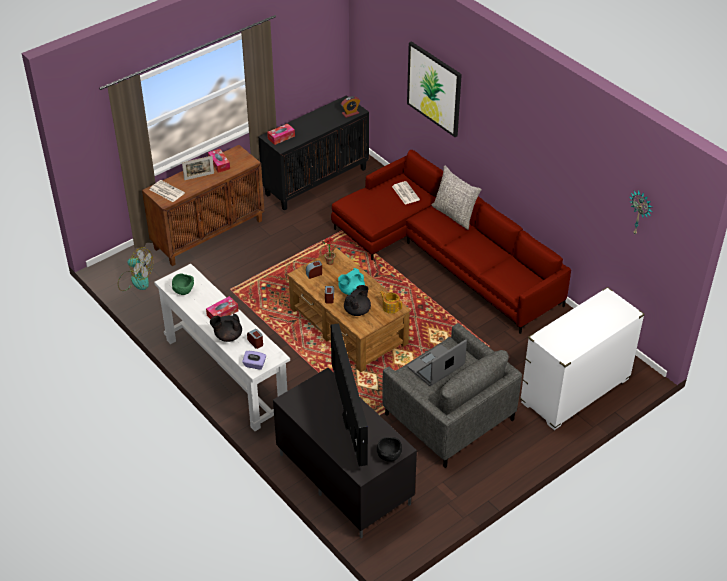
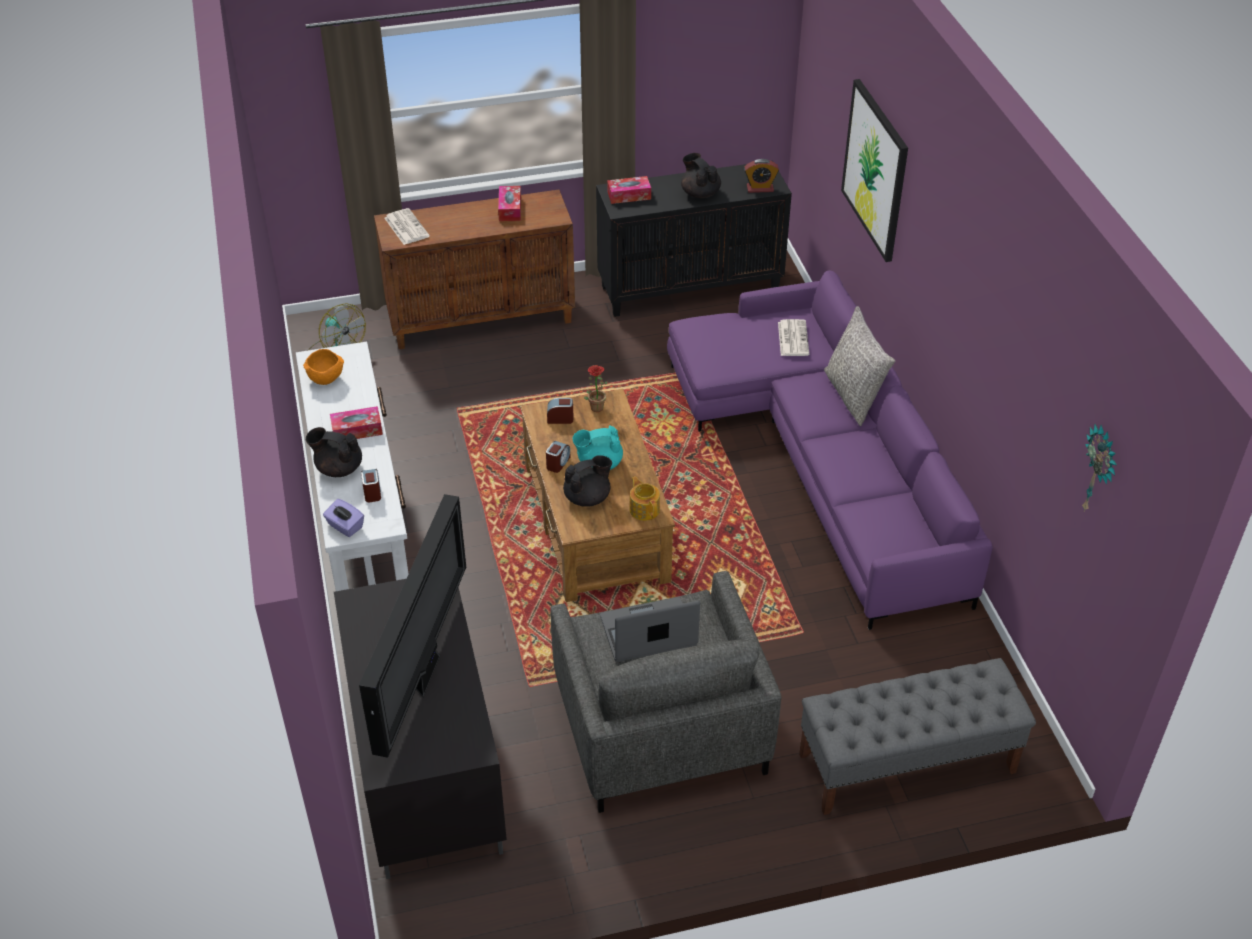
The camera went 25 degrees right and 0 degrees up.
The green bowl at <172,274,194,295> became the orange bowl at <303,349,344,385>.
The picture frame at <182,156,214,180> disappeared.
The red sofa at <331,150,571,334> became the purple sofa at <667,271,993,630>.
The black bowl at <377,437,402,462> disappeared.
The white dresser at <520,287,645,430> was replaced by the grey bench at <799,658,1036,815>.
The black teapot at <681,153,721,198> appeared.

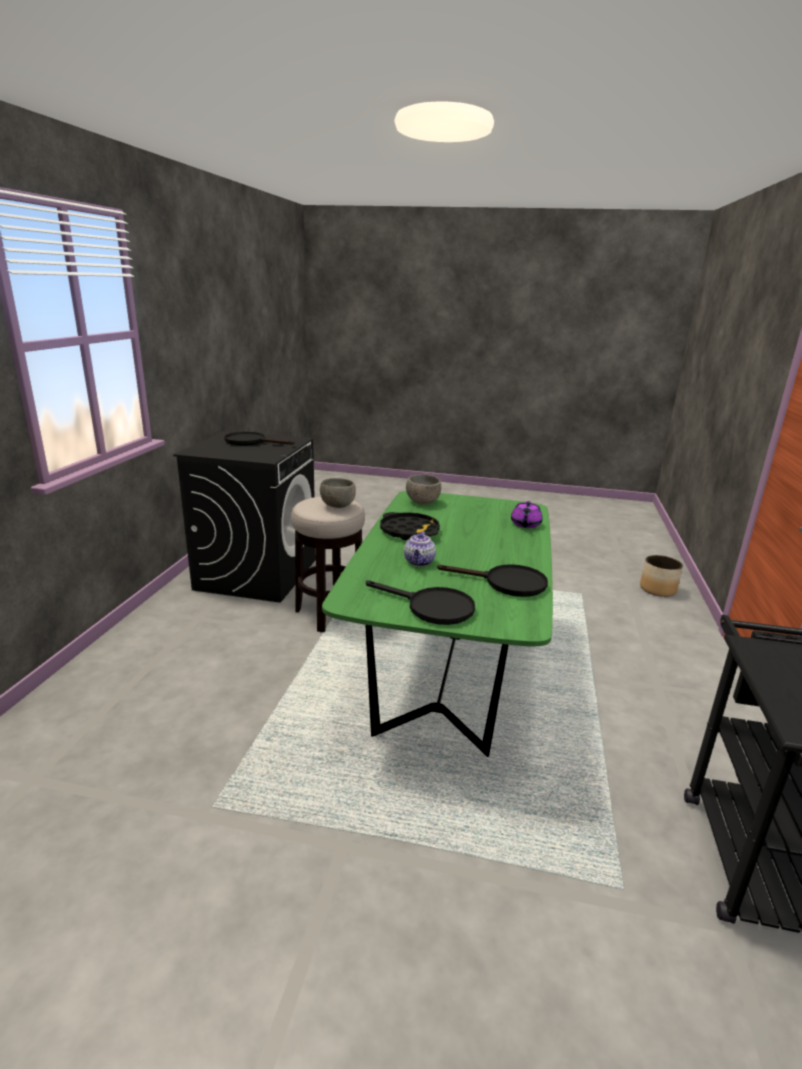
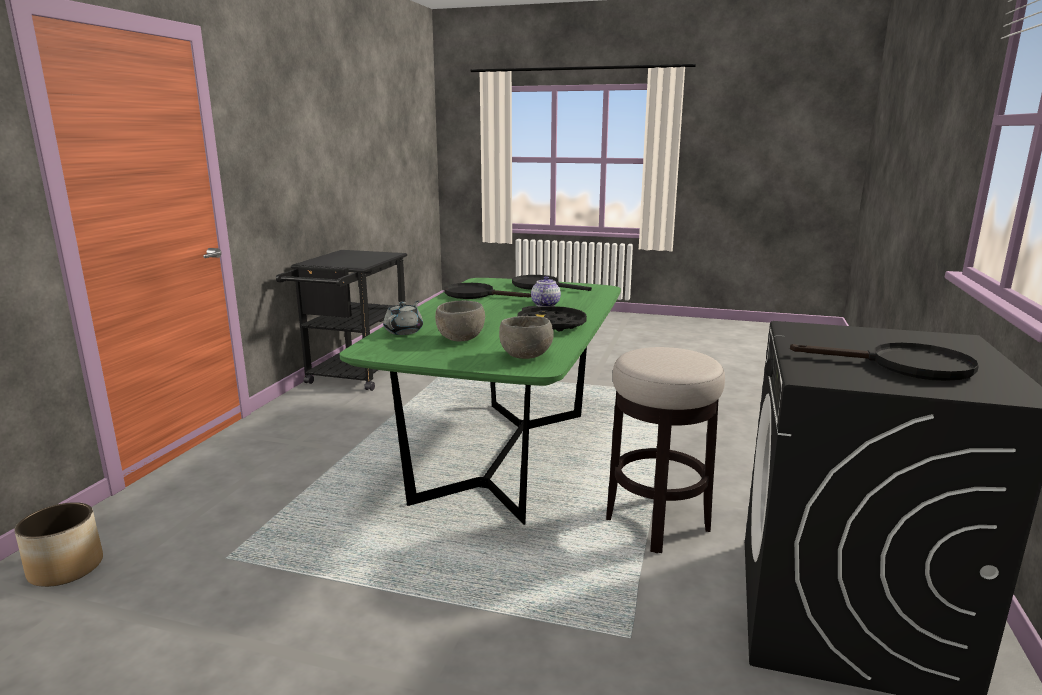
The camera went 175 degrees left and 5 degrees down.
The grey bowl moved from <320,478,356,508> to <435,301,485,341>.
The purple teapot at <511,501,543,528> became the grey teapot at <383,301,423,335>.

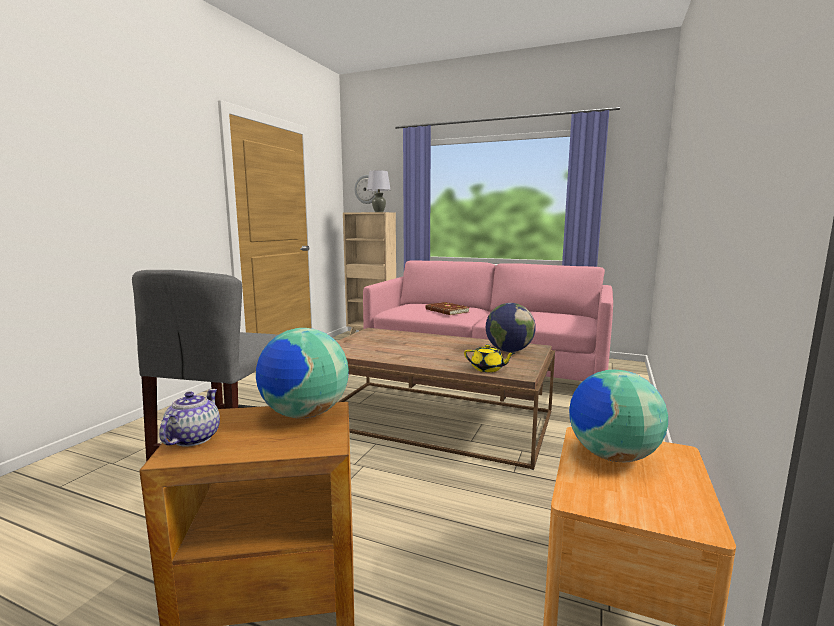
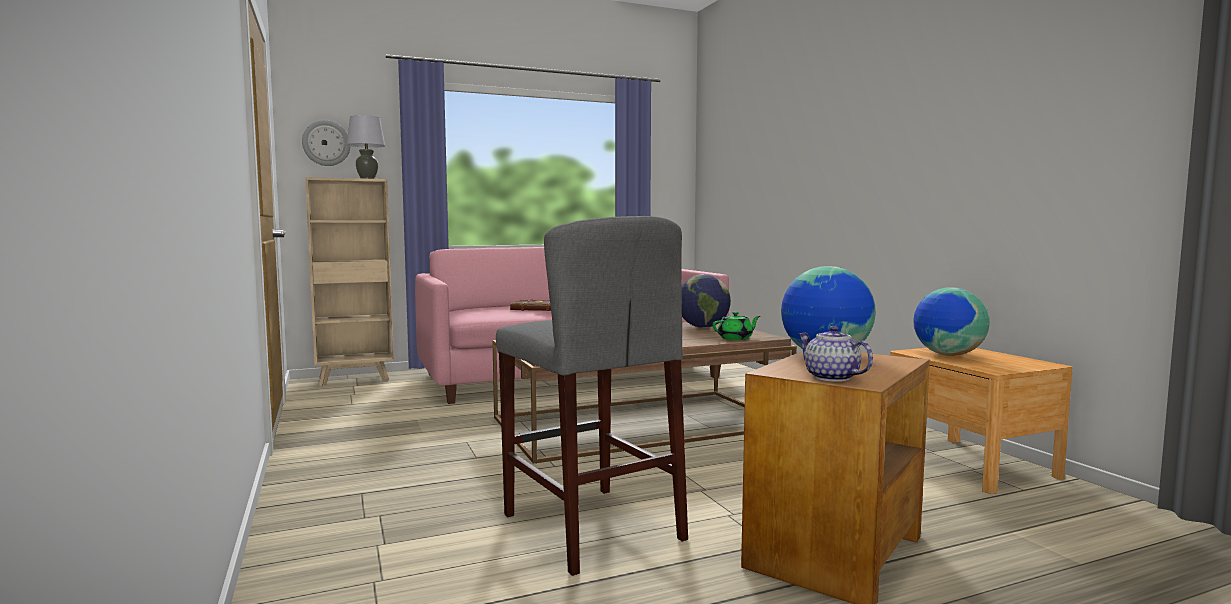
The camera went 45 degrees left and 5 degrees down.
The yellow teapot at <464,344,515,372> became the green teapot at <713,312,760,340>.

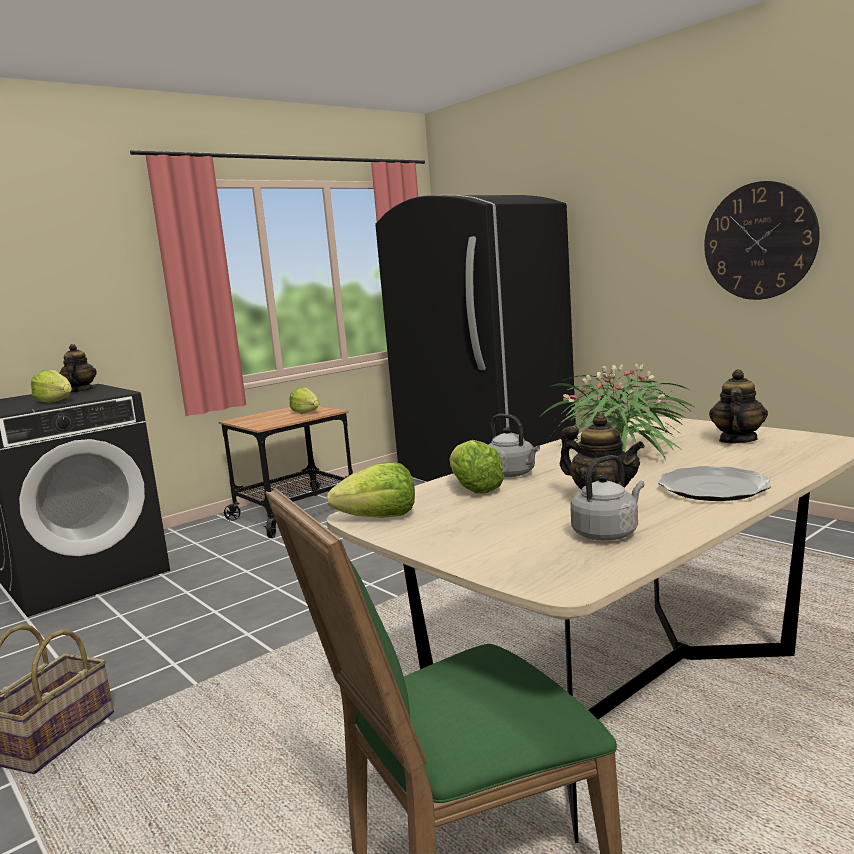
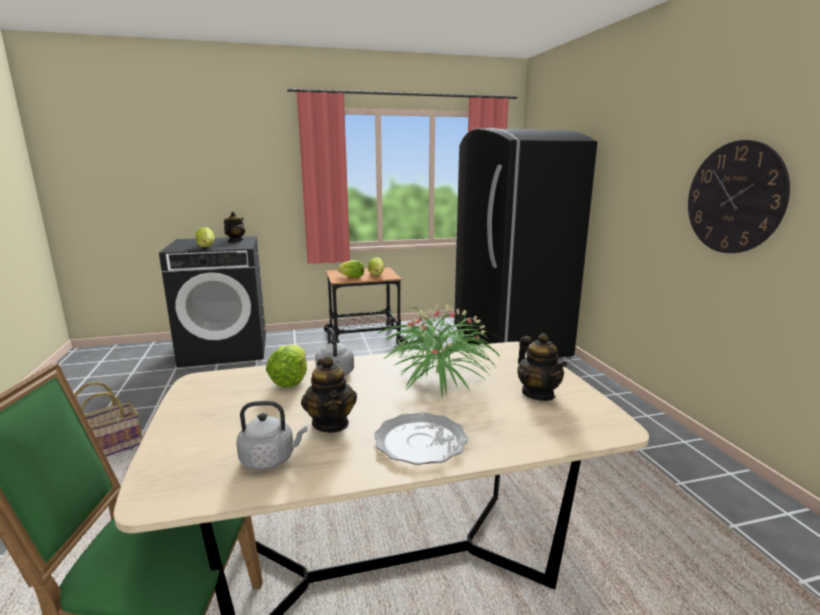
The camera went 25 degrees right and 5 degrees up.
The lettuce moved from <327,462,415,518> to <337,260,364,278>.
The teapot at <709,369,768,444> turned 105 degrees clockwise.

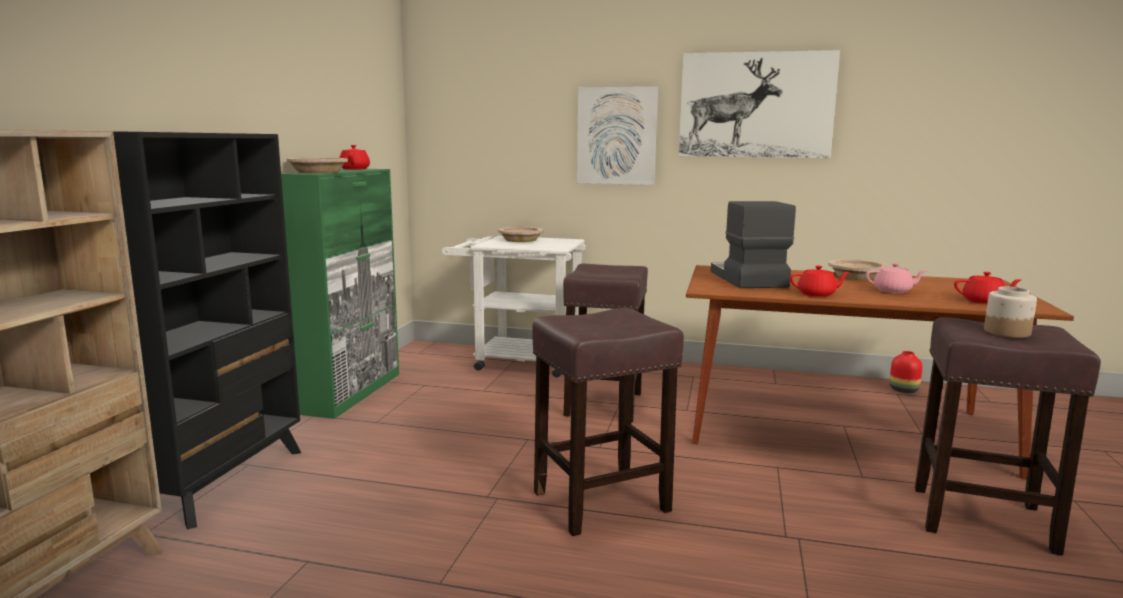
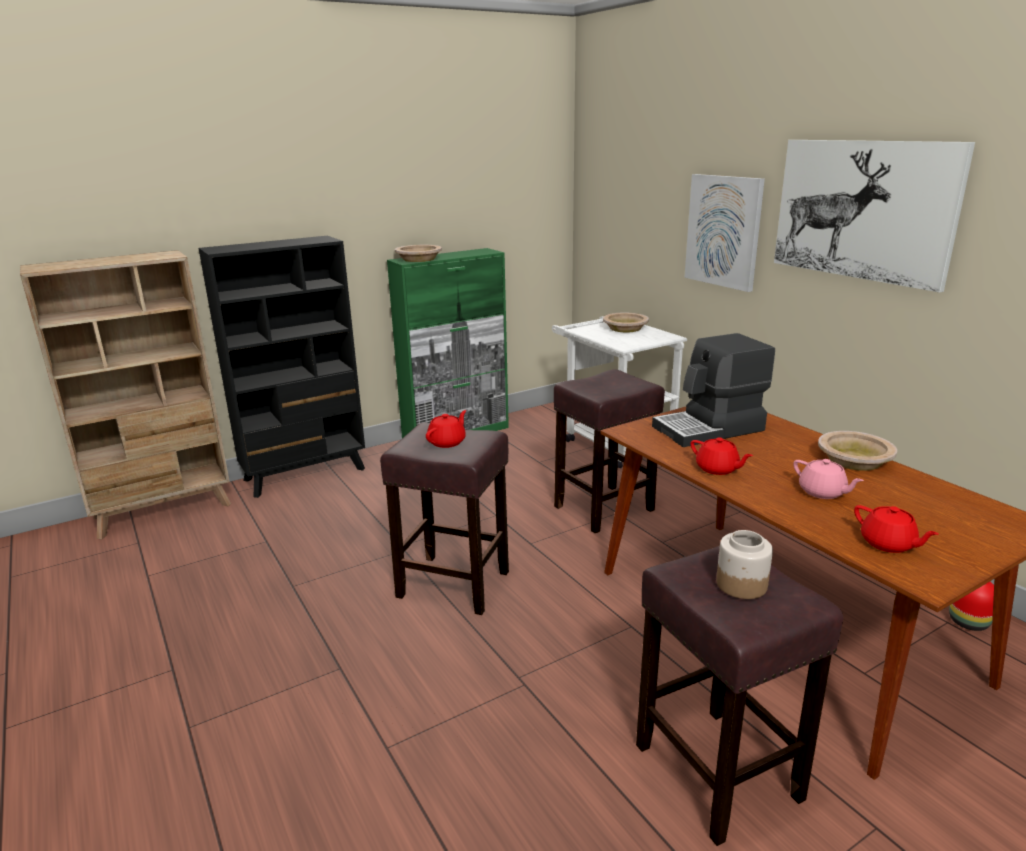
The camera went 45 degrees right and 10 degrees up.
The red teapot moved from <339,145,370,170> to <426,410,466,448>.
The coffee machine at <711,201,796,288> turned 150 degrees counterclockwise.

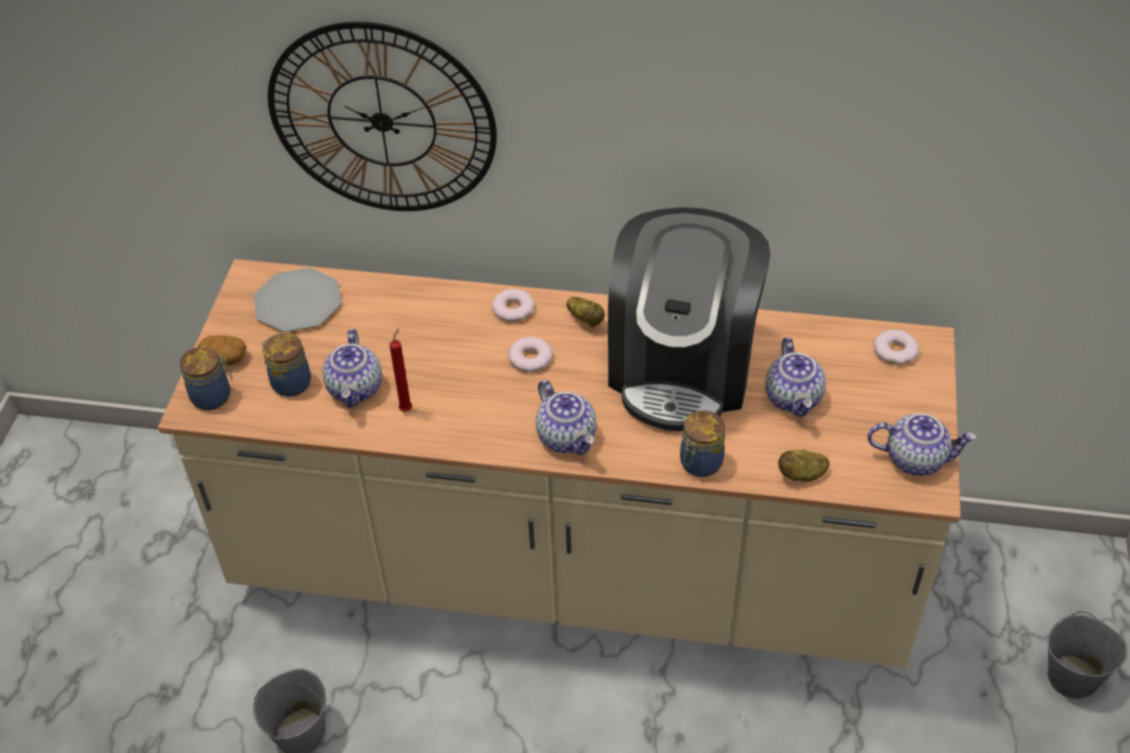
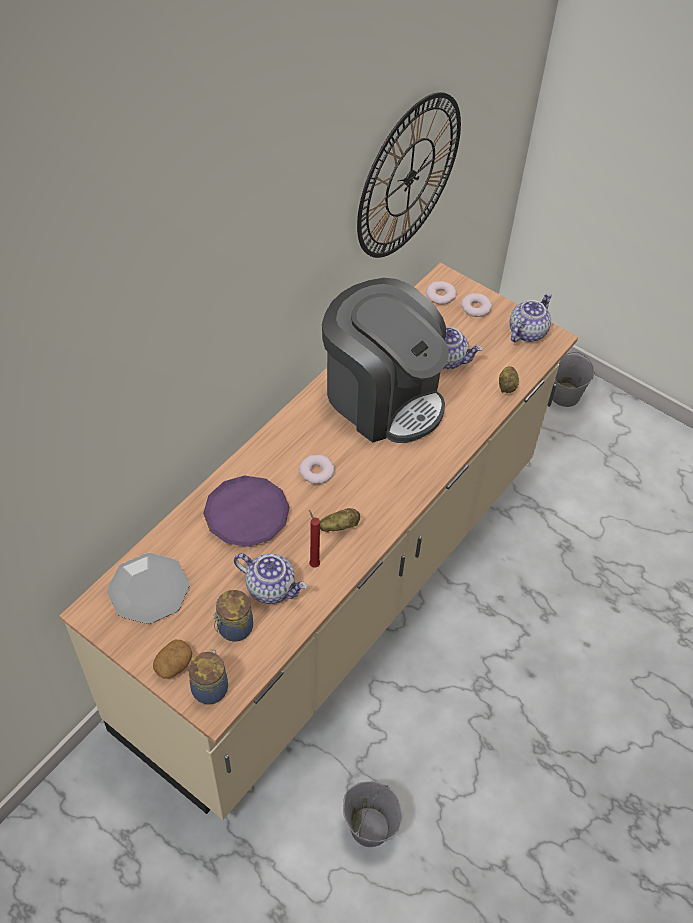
The camera went 65 degrees left and 5 degrees up.
The wall clock moved from <268,21,497,211> to <357,92,461,258>.
The donut moved from <492,289,535,322> to <461,293,492,317>.
The teapot at <536,380,597,455> disappeared.
The potato moved from <566,297,605,328> to <320,508,360,532>.
The jar at <680,410,725,477> disappeared.
The purple plate at <203,475,290,547> appeared.

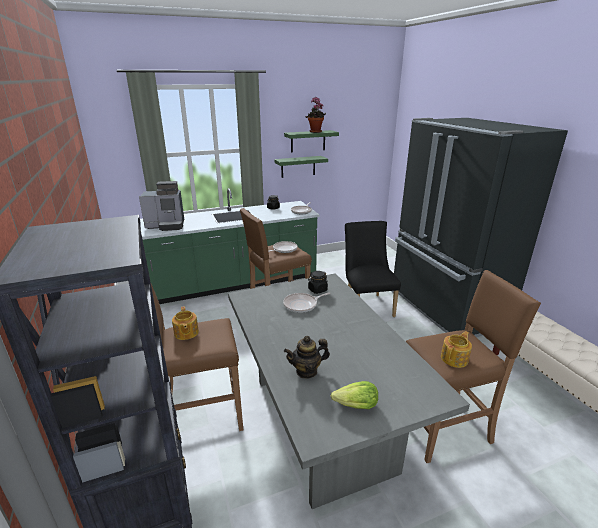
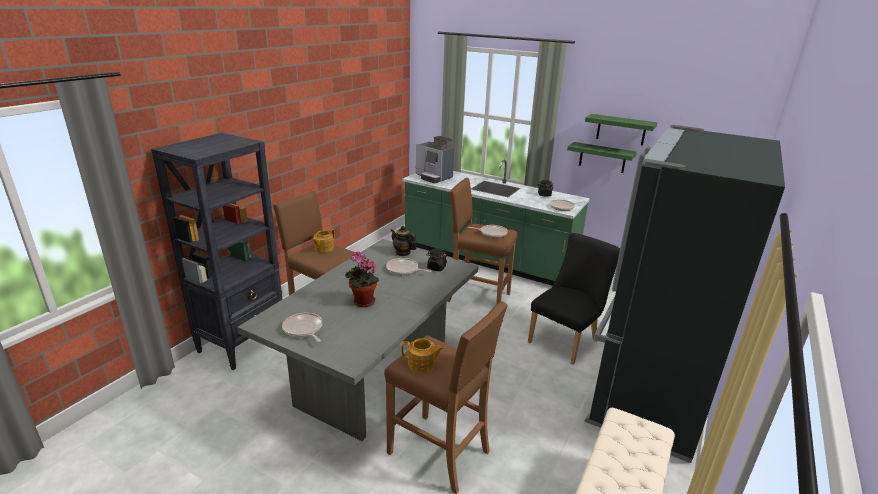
The camera went 50 degrees right and 0 degrees up.
The teapot moved from <284,336,330,379> to <390,226,417,256>.
The potted plant moved from <306,97,326,133> to <345,252,379,307>.
The lettuce at <331,381,378,409> was replaced by the frying pan at <282,313,322,342>.

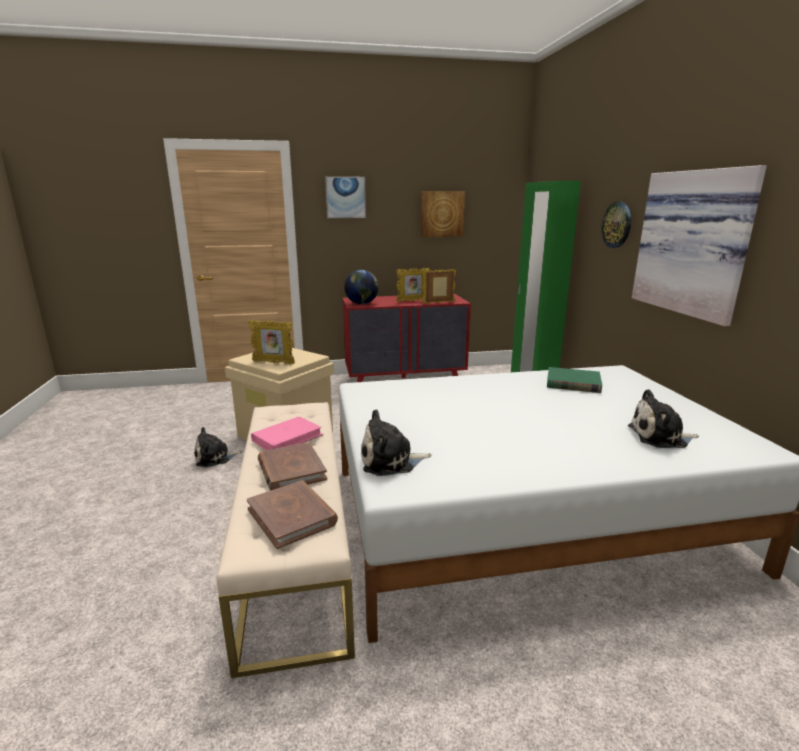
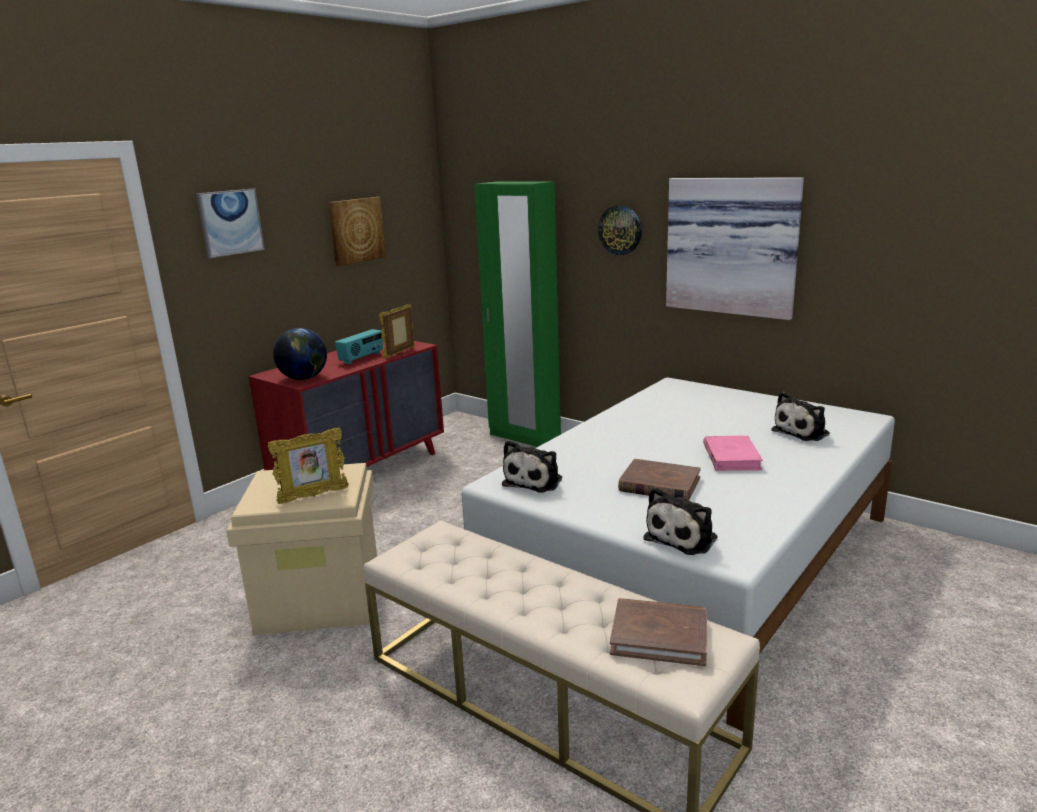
The camera went 40 degrees left and 0 degrees up.
The plush toy moved from <194,427,243,467> to <502,440,562,493>.
The pink book moved from <251,416,323,450> to <703,436,763,471>.
The brown book moved from <258,442,327,491> to <618,459,701,500>.
The picture frame at <396,268,430,302> was replaced by the radio at <335,329,383,365>.
The green book at <547,367,602,393> disappeared.

